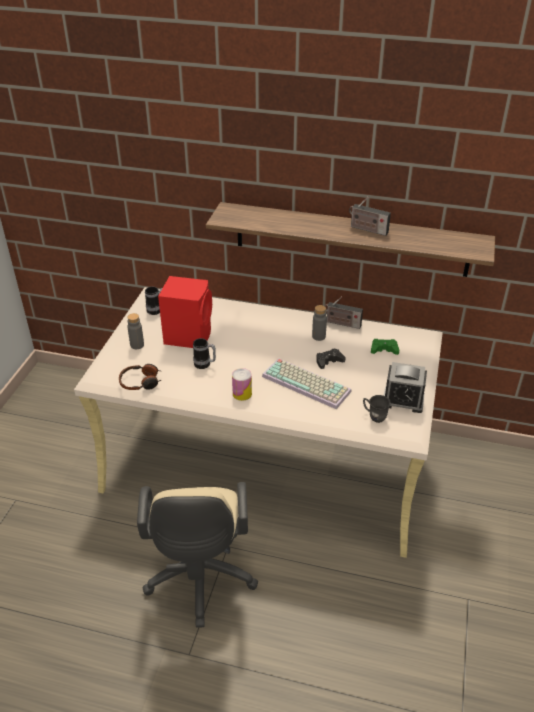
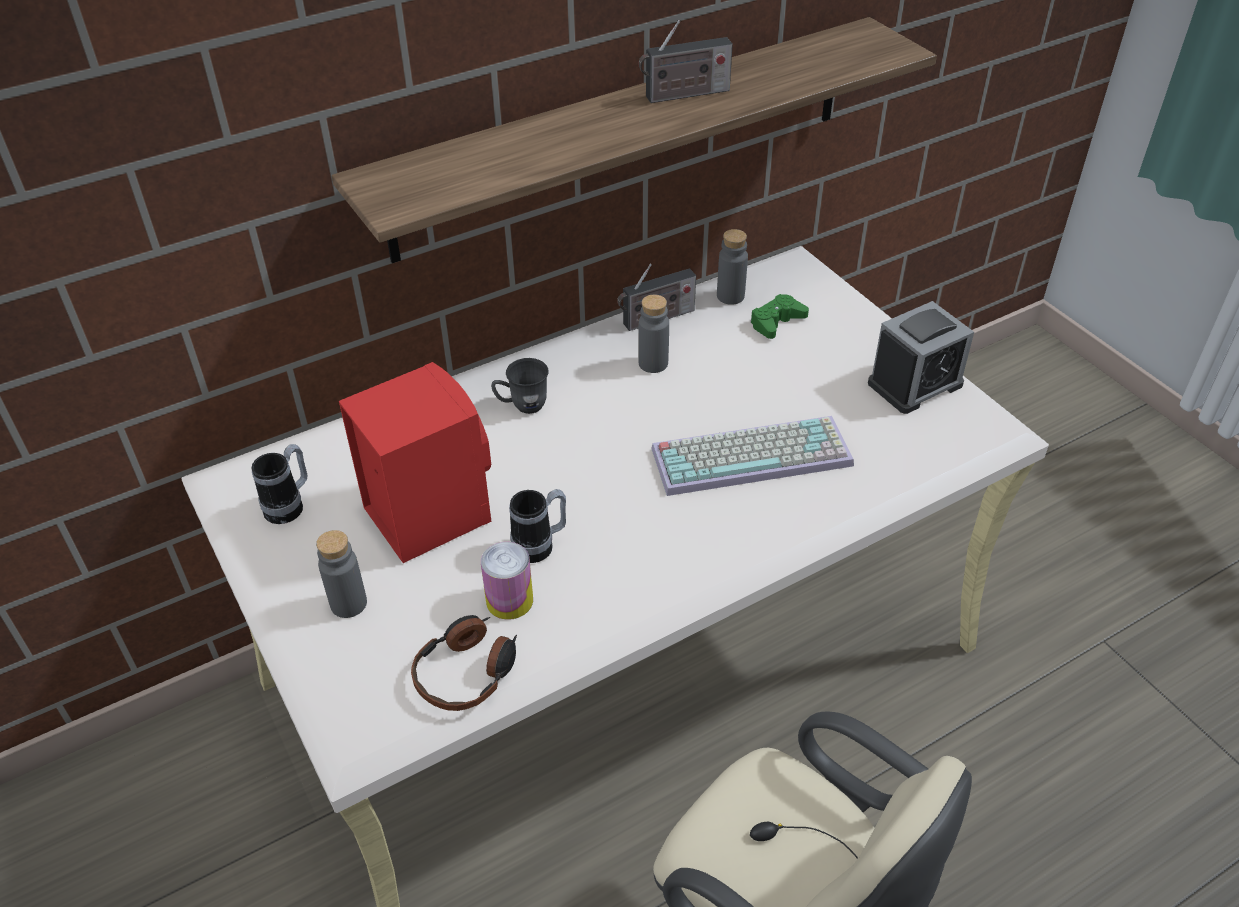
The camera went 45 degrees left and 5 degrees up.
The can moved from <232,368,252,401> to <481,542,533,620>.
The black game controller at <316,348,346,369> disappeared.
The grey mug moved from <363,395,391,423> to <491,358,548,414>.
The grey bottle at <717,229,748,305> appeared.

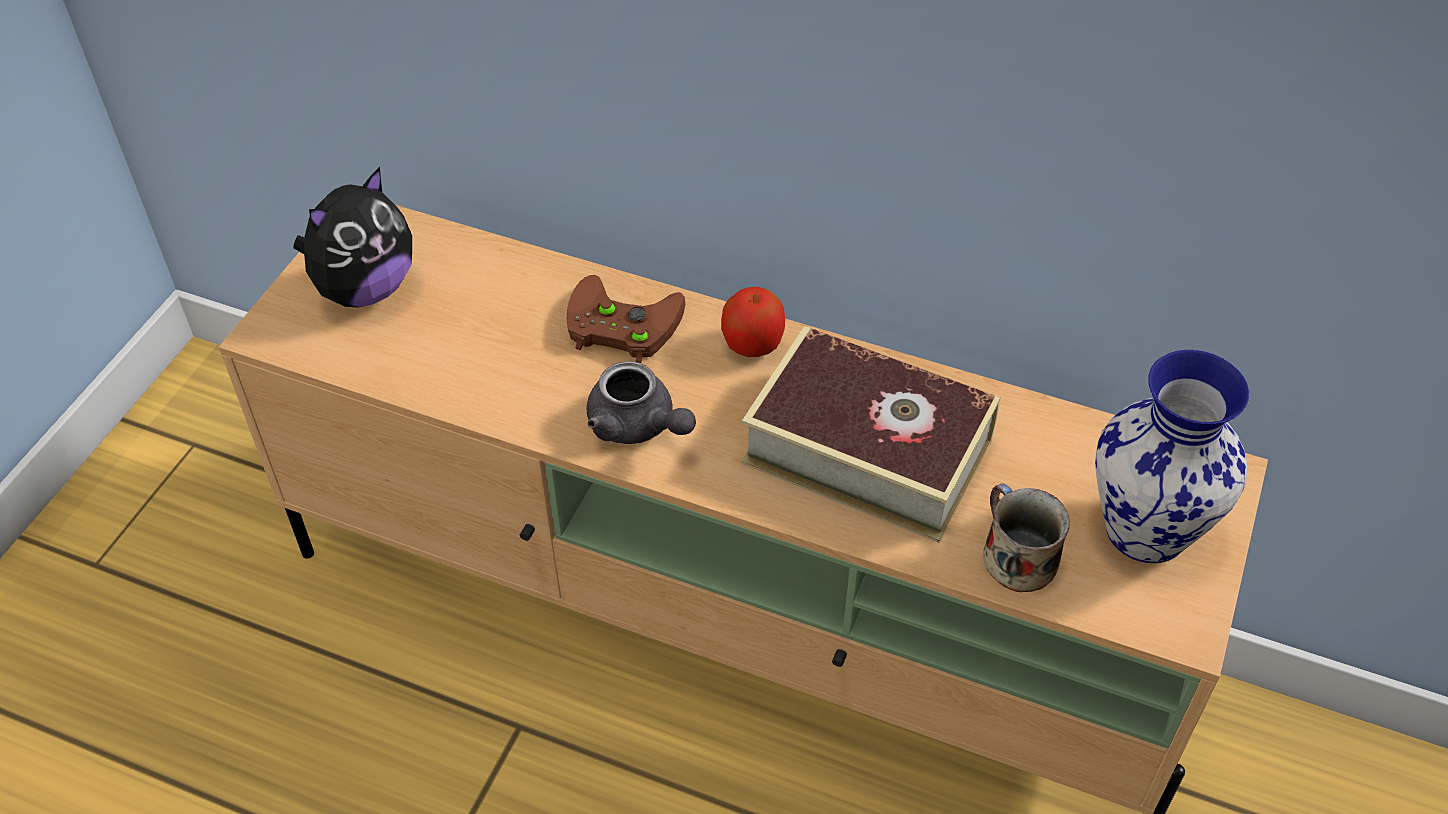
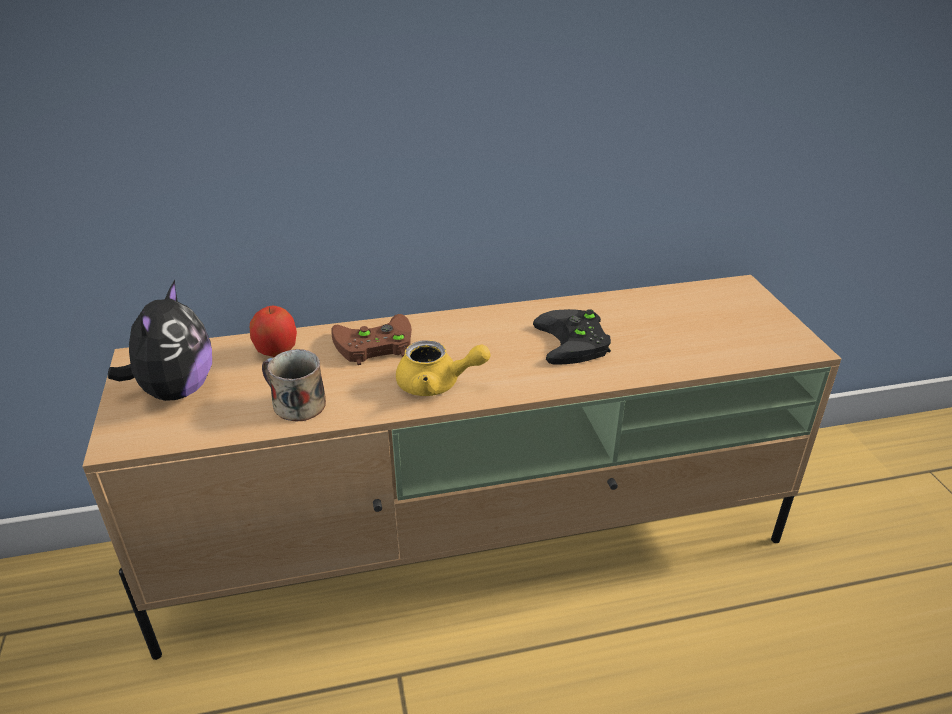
The camera went 35 degrees left and 15 degrees down.
The grey teapot at <586,361,696,444> became the yellow teapot at <396,340,490,396>.
The apple moved from <721,287,785,357> to <250,306,297,357>.
The book at <741,326,1001,543> was replaced by the black game controller at <533,309,611,365>.
The mug moved from <983,483,1070,592> to <262,349,326,421>.
The vase at <1095,350,1249,563> disappeared.

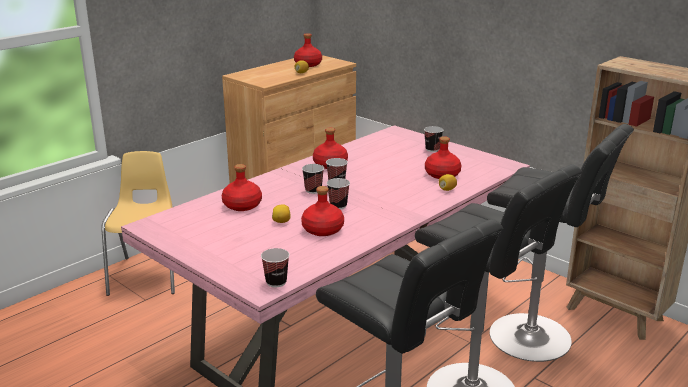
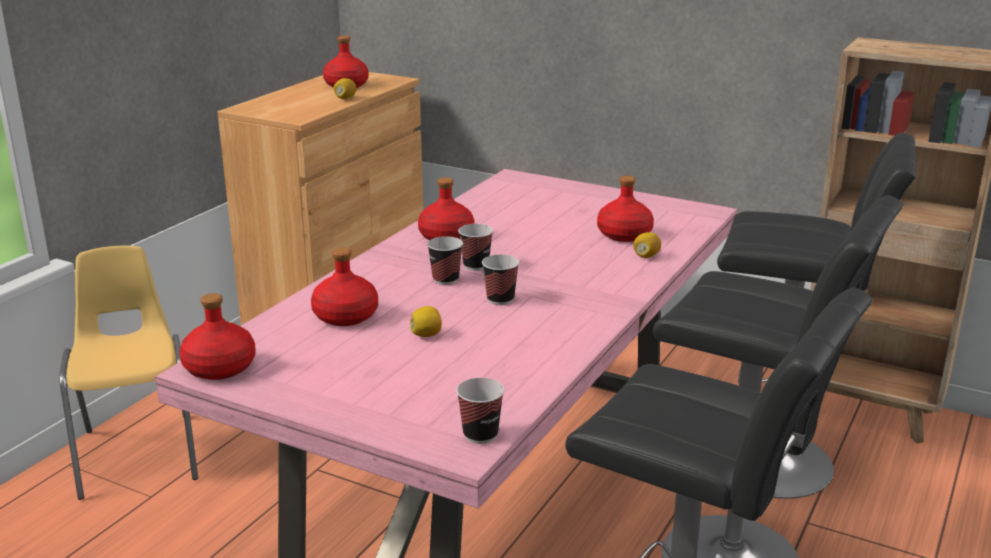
The camera went 15 degrees left and 0 degrees up.
The red bottle moved from <301,186,344,236> to <179,293,256,380>.
The cup at <424,126,444,152> disappeared.

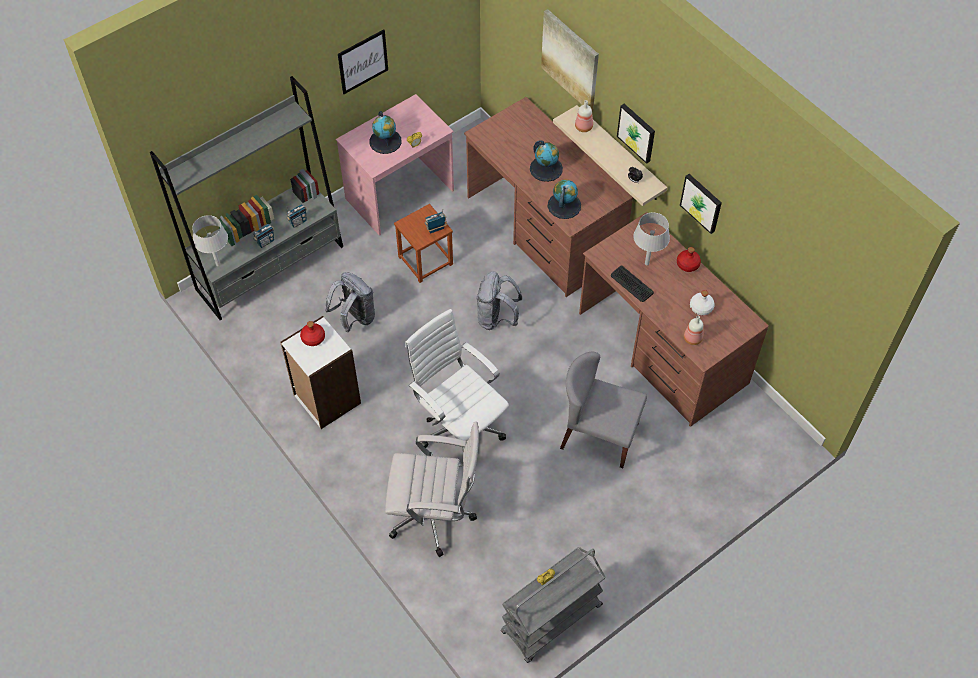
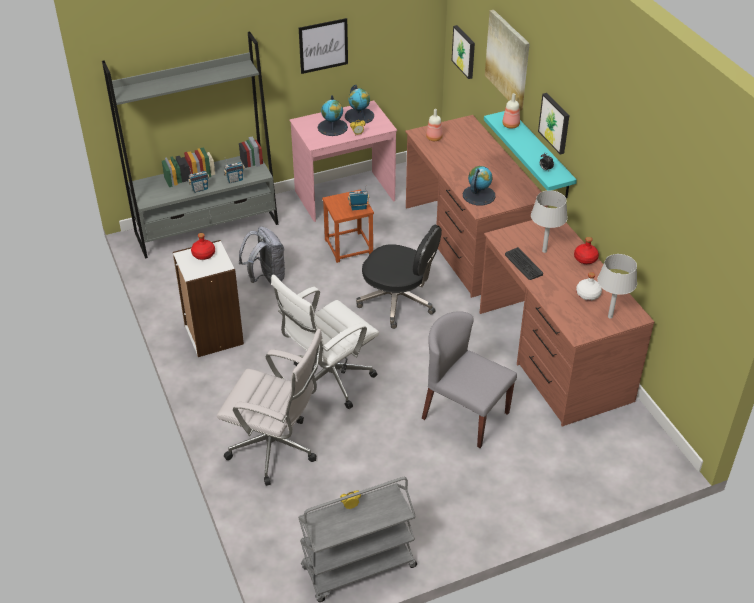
The camera went 15 degrees right and 15 degrees down.
The grey table lamp moved from <192,215,228,266> to <597,254,637,319>.
The white office chair at <405,309,509,451> turned 105 degrees counterclockwise.
The grey backpack at <476,271,522,330> was replaced by the black office chair at <356,224,442,329>.
The globe moved from <530,140,563,182> to <345,85,374,123>.
The beige shelf at <553,105,667,206> became the turquoise shelf at <484,111,577,198>.
The picture moved from <680,174,722,234> to <452,25,475,79>.
The bottle moved from <684,316,703,345> to <426,109,443,141>.

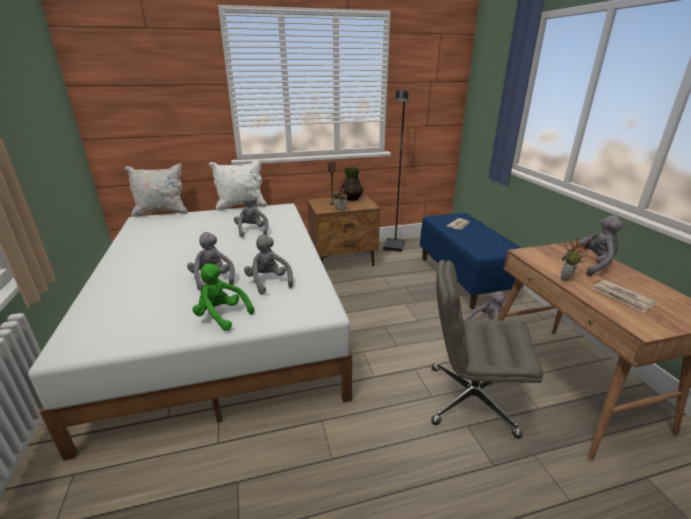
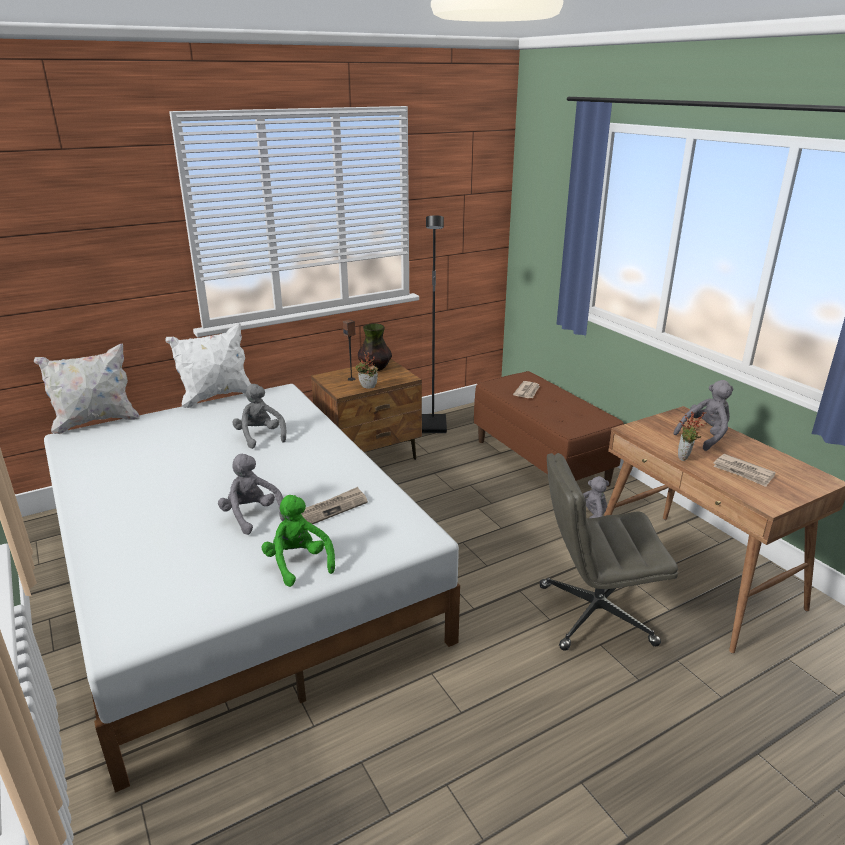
The camera went 15 degrees left and 0 degrees up.
The green plush toy at <192,264,254,331> turned 45 degrees clockwise.
The grey plush toy at <244,235,293,295> was replaced by the newspaper at <301,487,368,524>.
The blue bench at <420,213,523,309> became the brown bench at <474,371,624,487>.

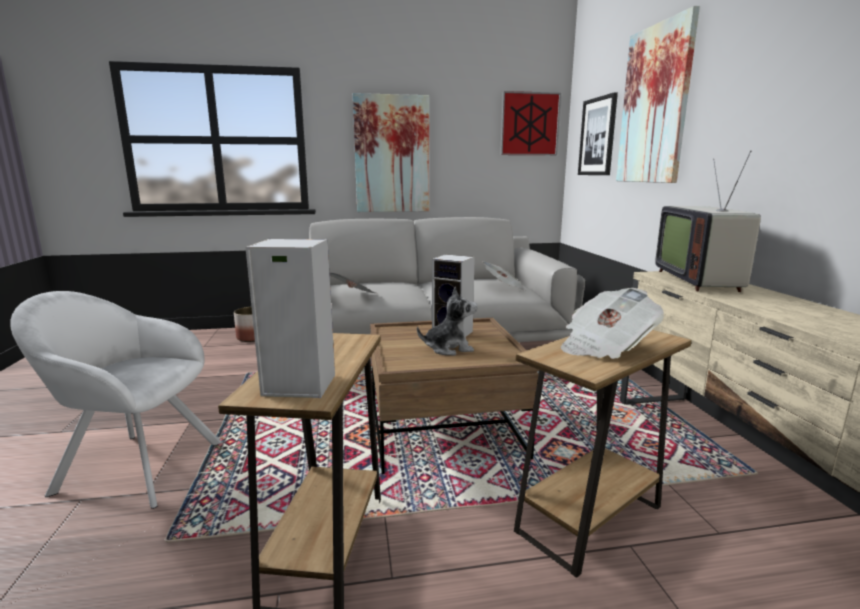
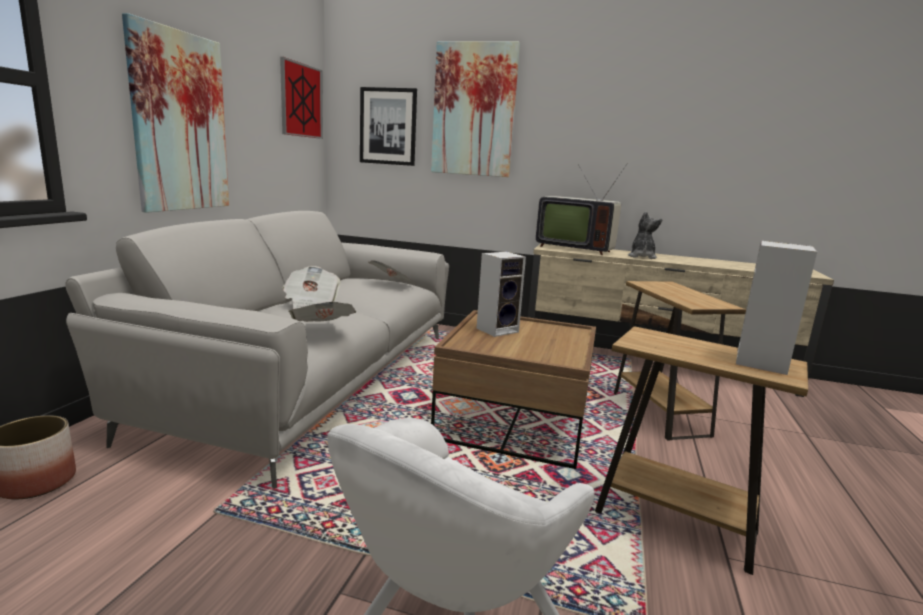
The camera went 65 degrees left and 0 degrees up.
The plush toy moved from <417,287,478,355> to <628,211,663,259>.
The newspaper moved from <561,288,664,359> to <283,266,341,309>.

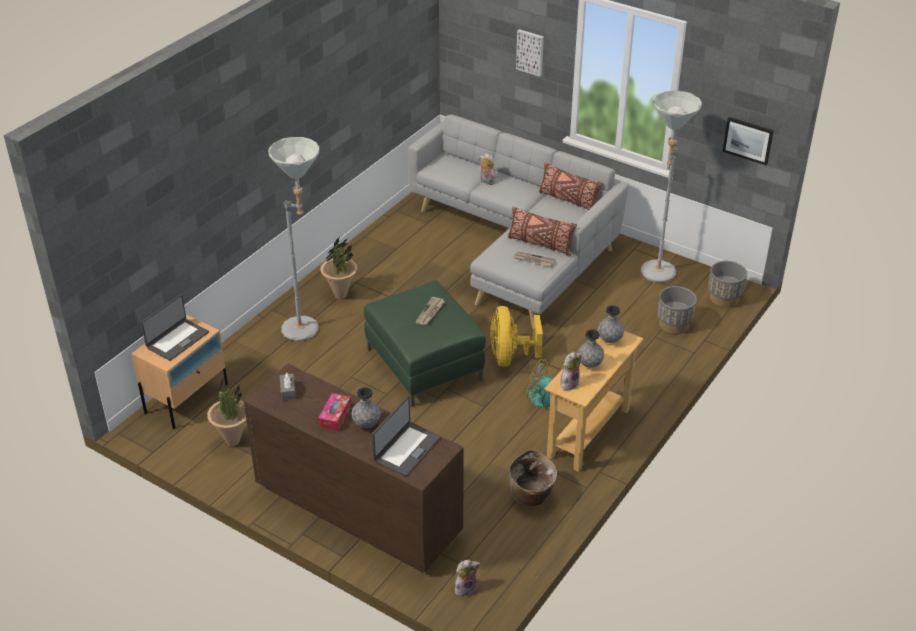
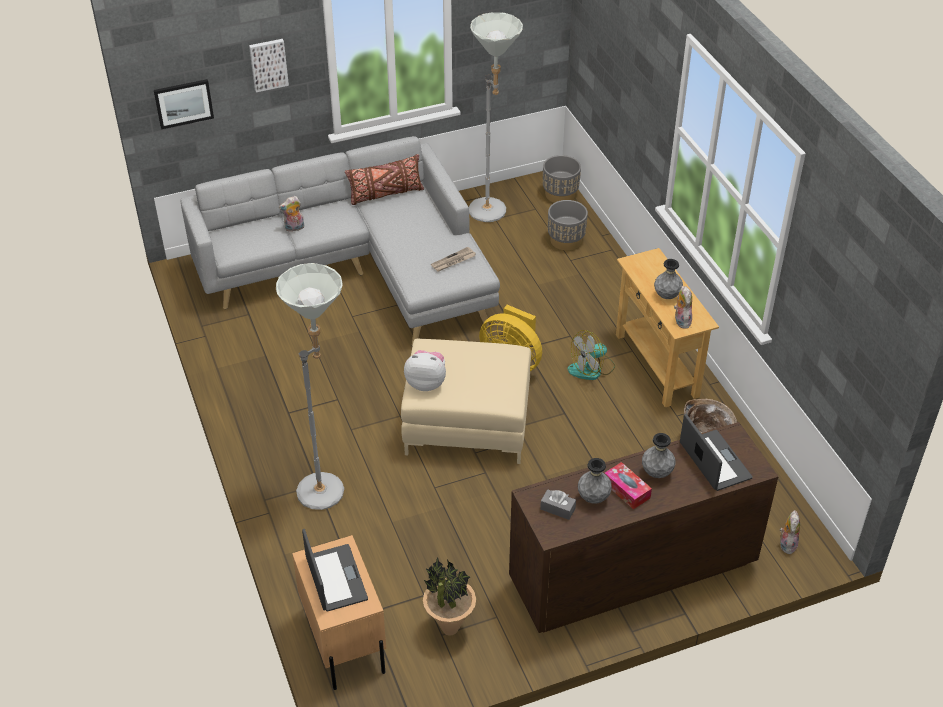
The camera went 55 degrees left and 5 degrees up.
The potted plant at <320,237,357,299> disappeared.
The green ottoman at <364,280,486,407> became the beige ottoman at <401,339,531,464>.
The newspaper at <415,297,445,325> disappeared.
The brown pillow at <508,207,577,256> disappeared.
The grey vase moved from <598,305,624,343> to <578,458,612,504>.
The picture moved from <723,117,774,165> to <154,79,214,129>.
The plush toy at <404,350,446,391> appeared.

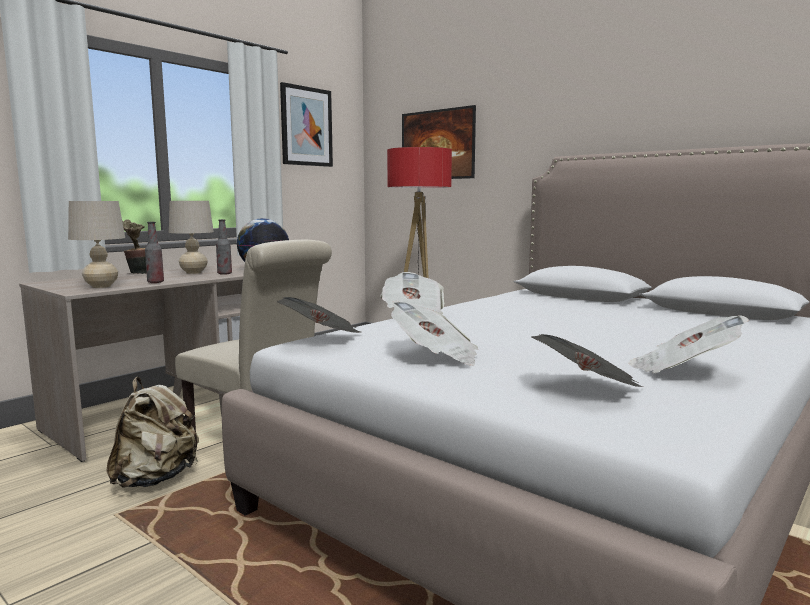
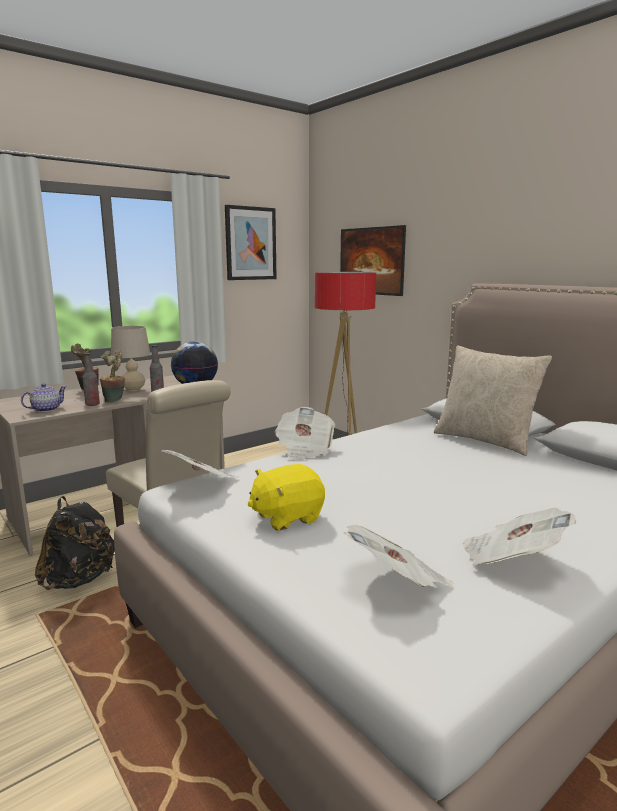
The camera went 10 degrees right and 5 degrees up.
The beige table lamp at <68,201,125,288> was replaced by the teapot at <21,383,67,412>.
The beige backpack at <106,377,199,488> became the black backpack at <35,496,115,590>.
The newspaper at <391,301,478,366> was replaced by the yellow plush toy at <248,464,325,531>.
The potted plant at <100,349,125,402> appeared.
The beige pillow at <434,346,552,456> appeared.

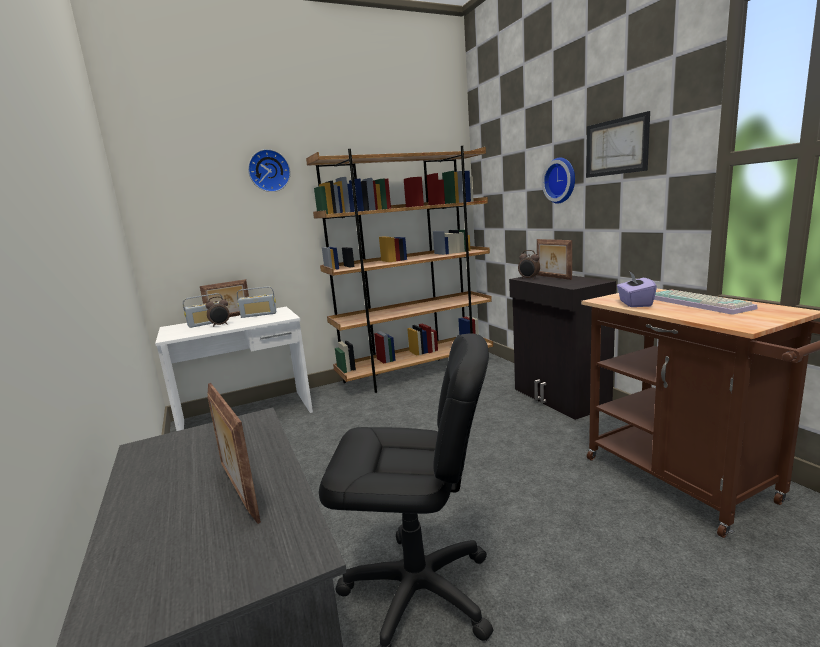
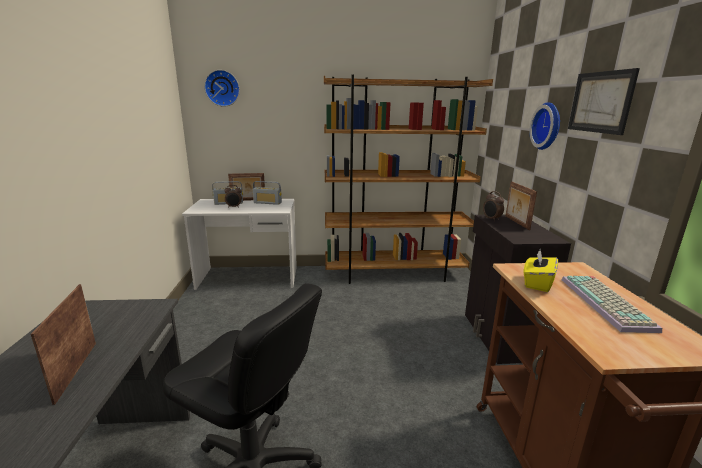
The camera went 20 degrees right and 5 degrees up.
The wall clock moved from <248,149,290,192> to <204,70,240,107>.
The purple tissue box at <617,272,657,307> became the yellow tissue box at <524,249,558,292>.

